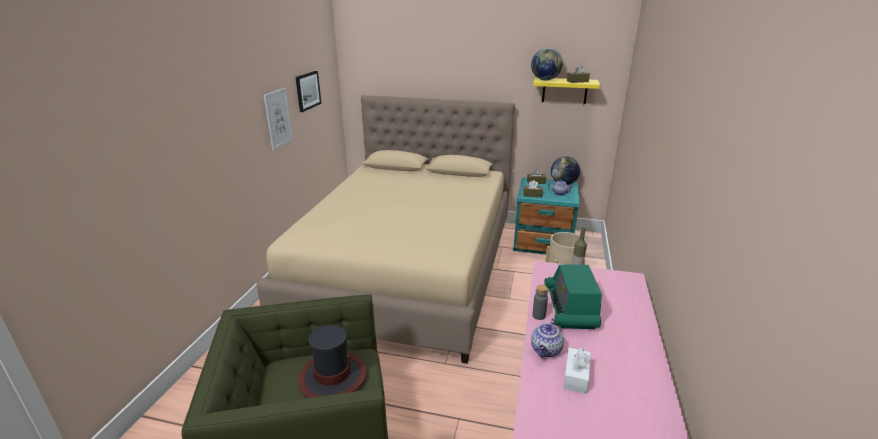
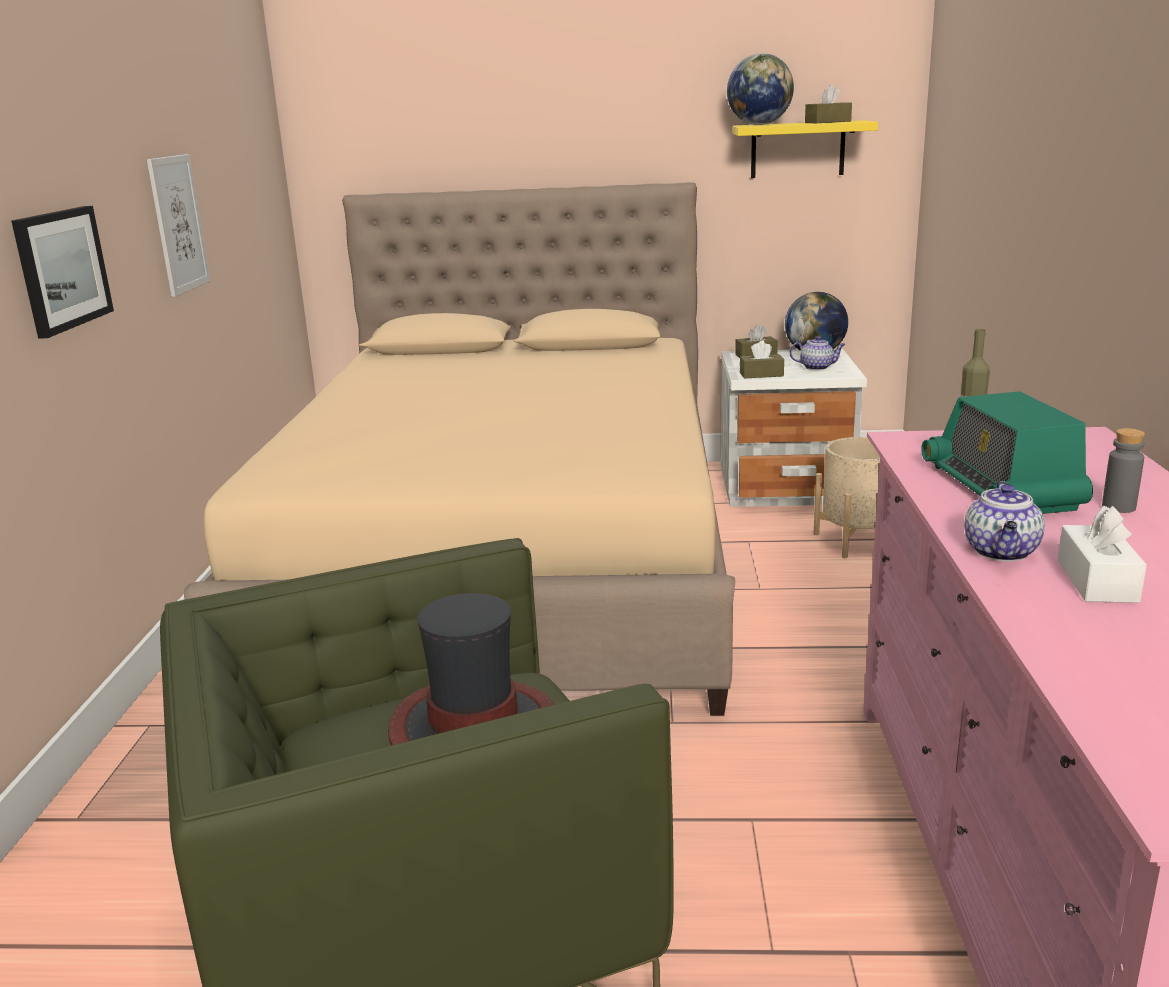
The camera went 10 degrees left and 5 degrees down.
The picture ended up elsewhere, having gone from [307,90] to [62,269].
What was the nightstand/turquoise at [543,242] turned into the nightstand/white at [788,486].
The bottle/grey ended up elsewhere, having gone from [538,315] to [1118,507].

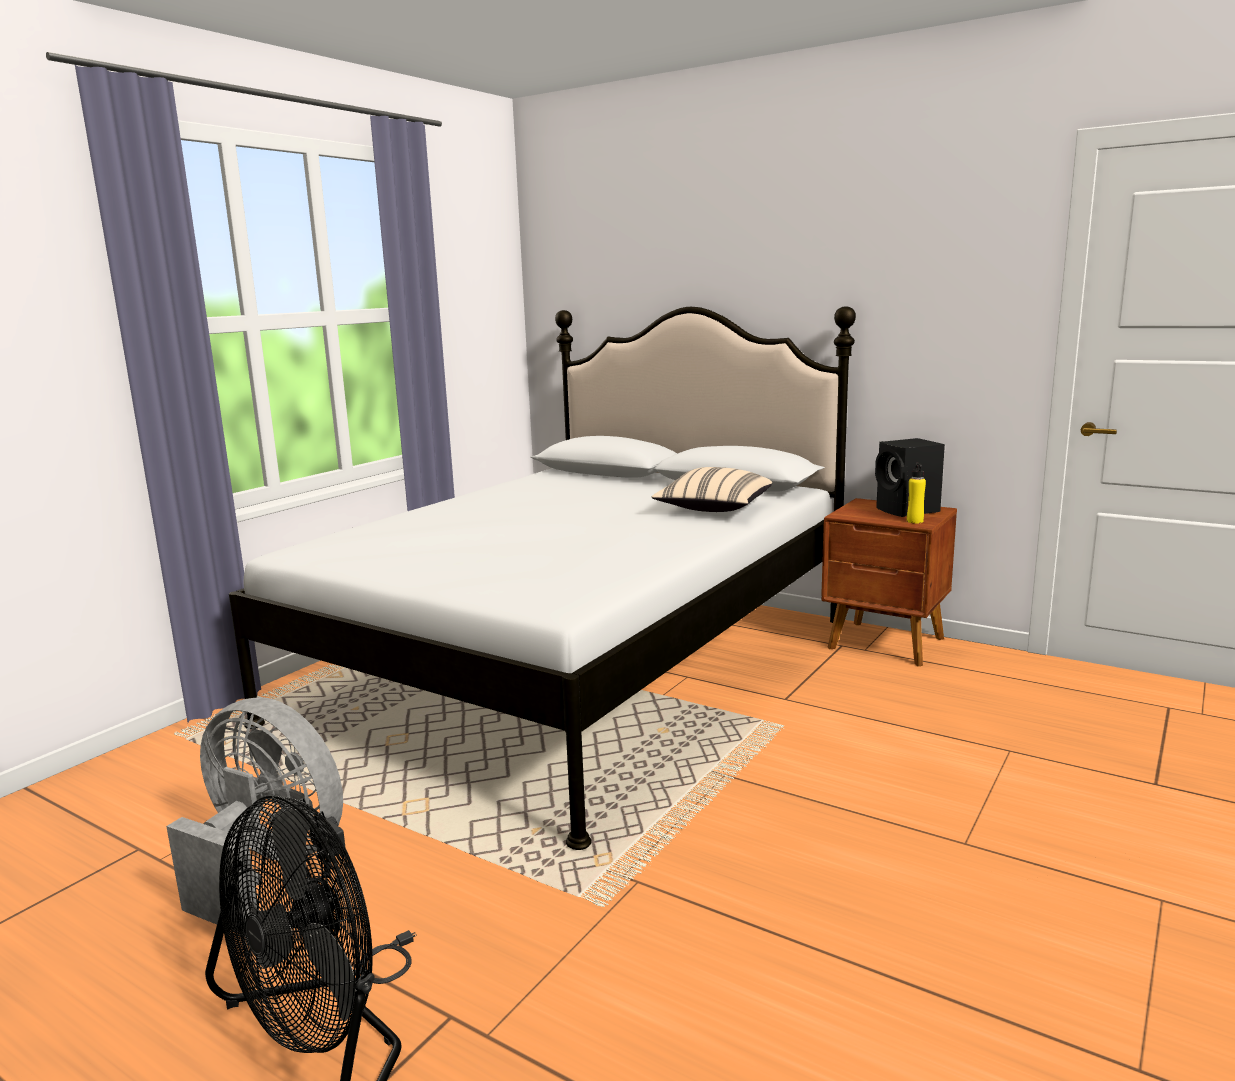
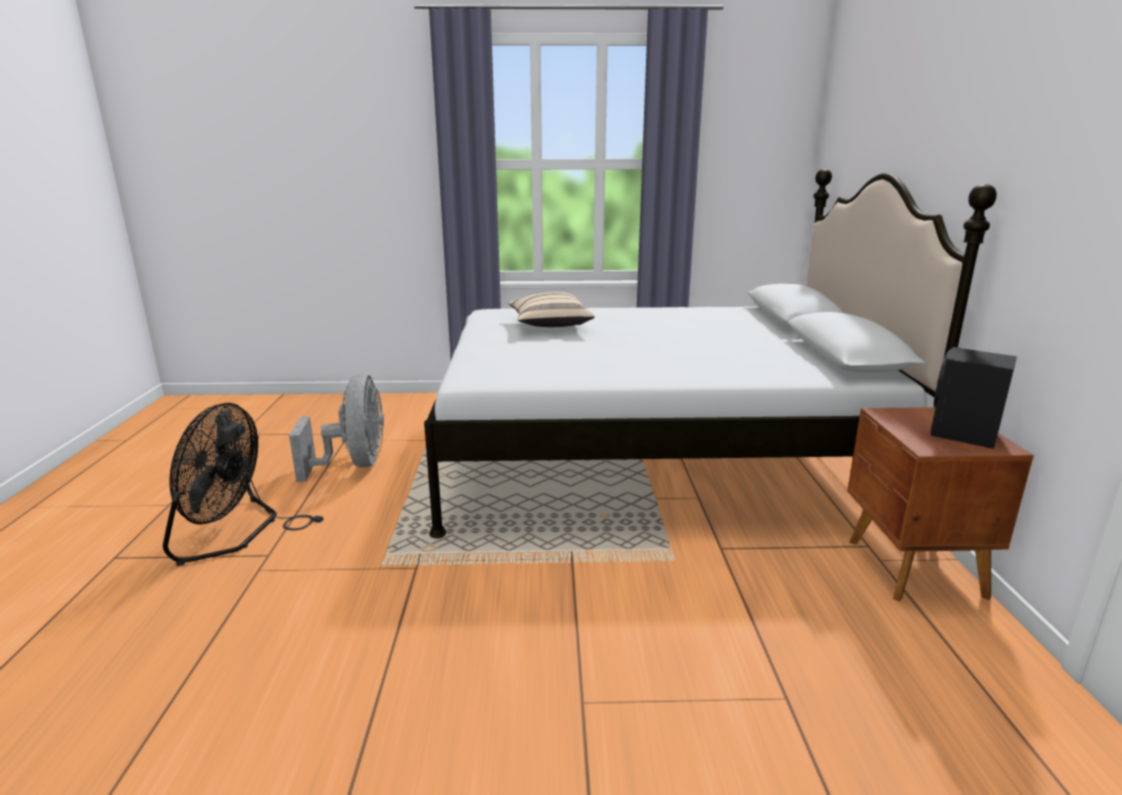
The camera went 55 degrees right and 5 degrees up.
The pillow/beige ended up elsewhere, having gone from [713,510] to [549,325].
The second view lost the bottle/yellow at [915,521].

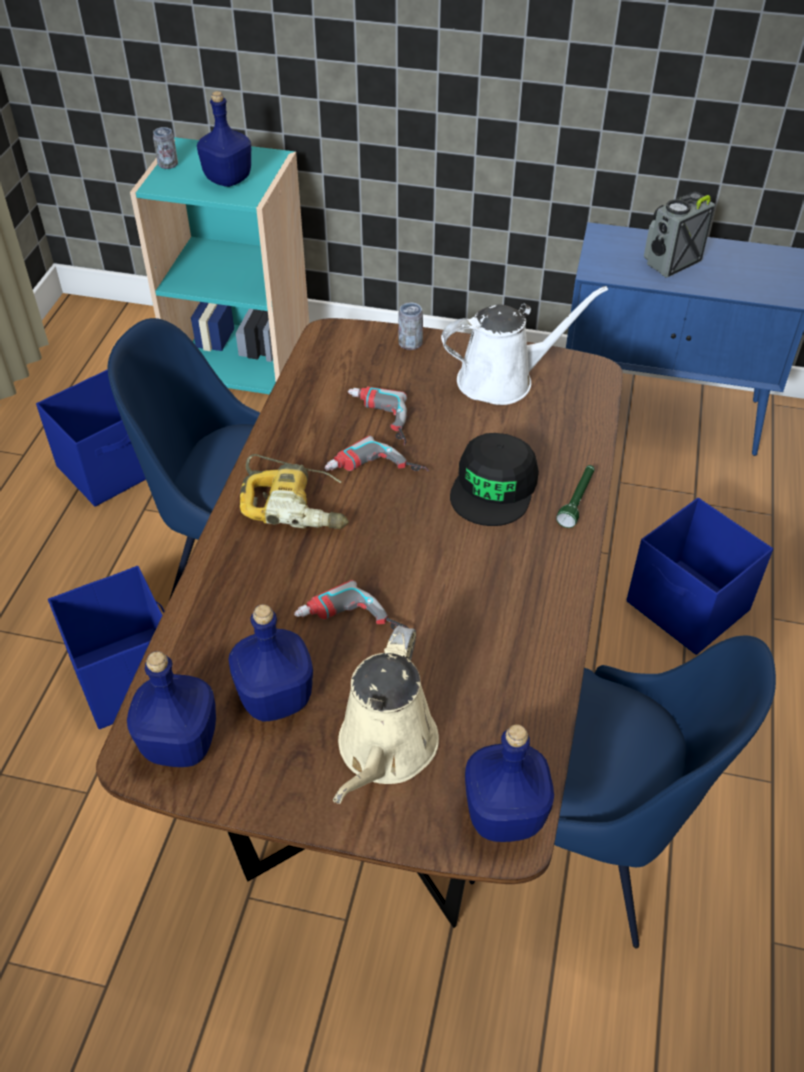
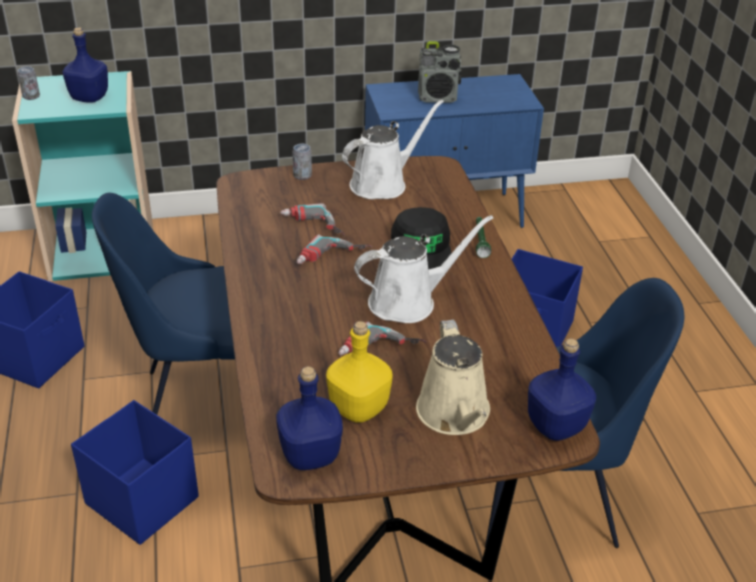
The camera went 25 degrees left and 10 degrees down.
What was the bottle/blue at [274,699] turned into the bottle/yellow at [358,409].
The second view lost the power drill at [296,503].
The radio at [671,262] ended up facing another way, 120 degrees counterclockwise from before.
The second view gained the watering can/white at [408,301].

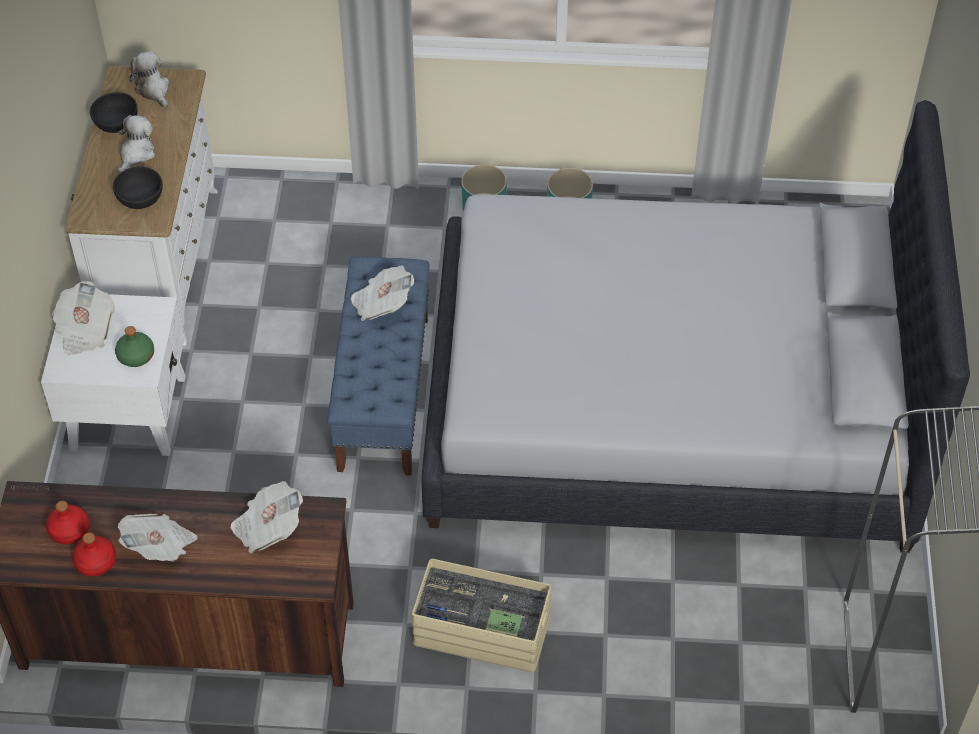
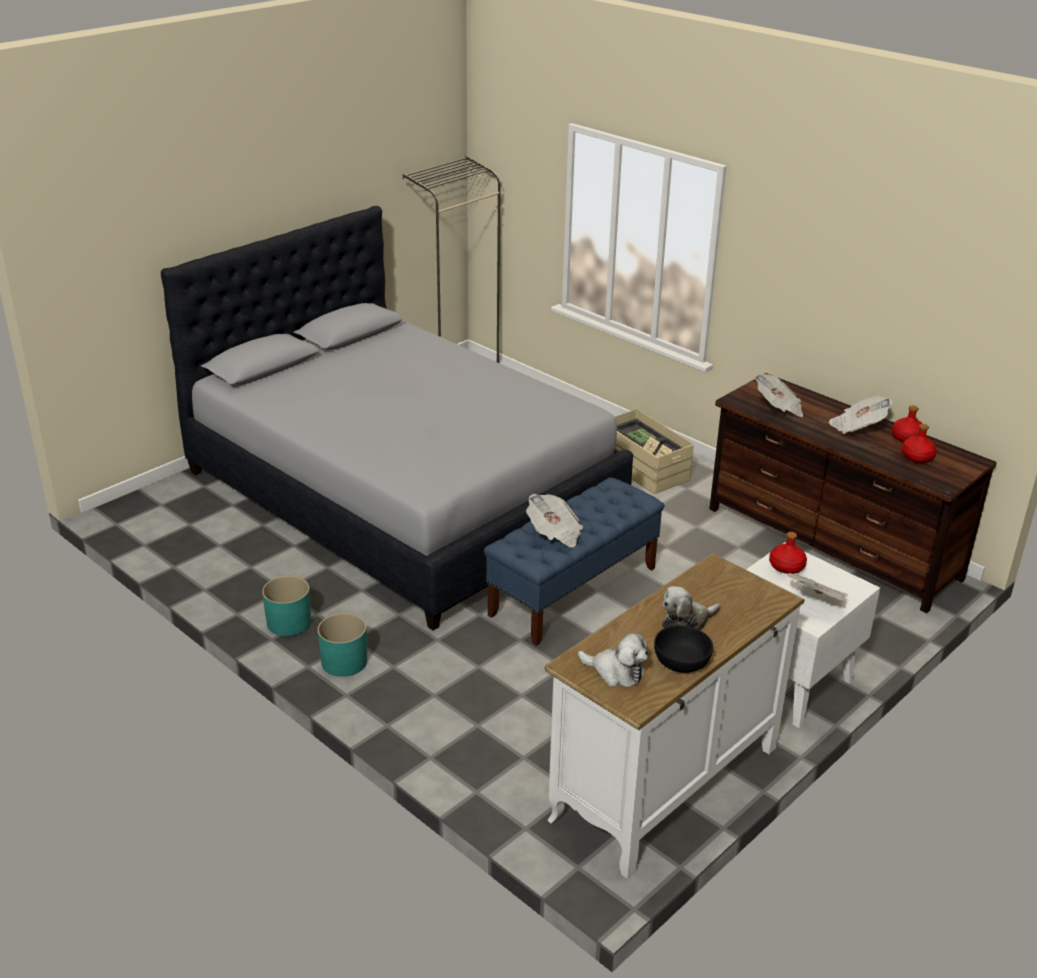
The camera went 140 degrees left and 20 degrees down.
The second view lost the bowl/black at [140,197].
What was the bottle/green at [135,355] turned into the bottle/red at [787,567].
The plush toy at [153,89] ended up facing another way, 75 degrees counterclockwise from before.

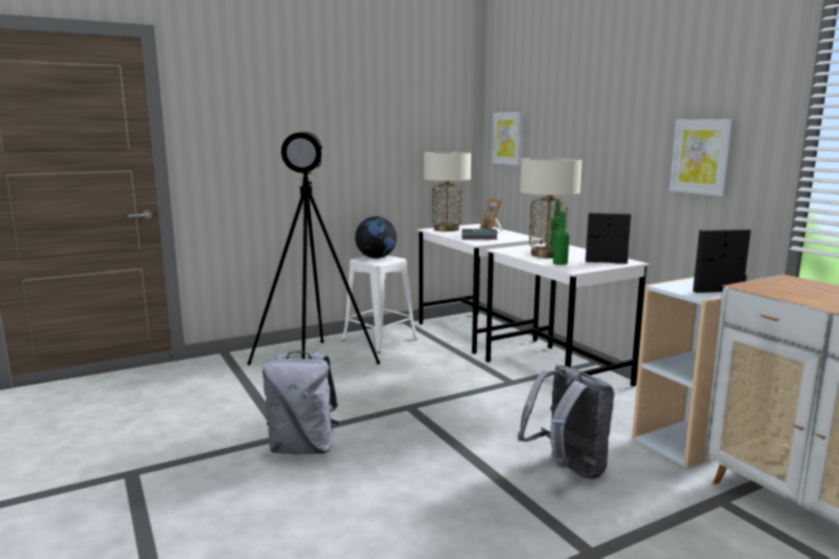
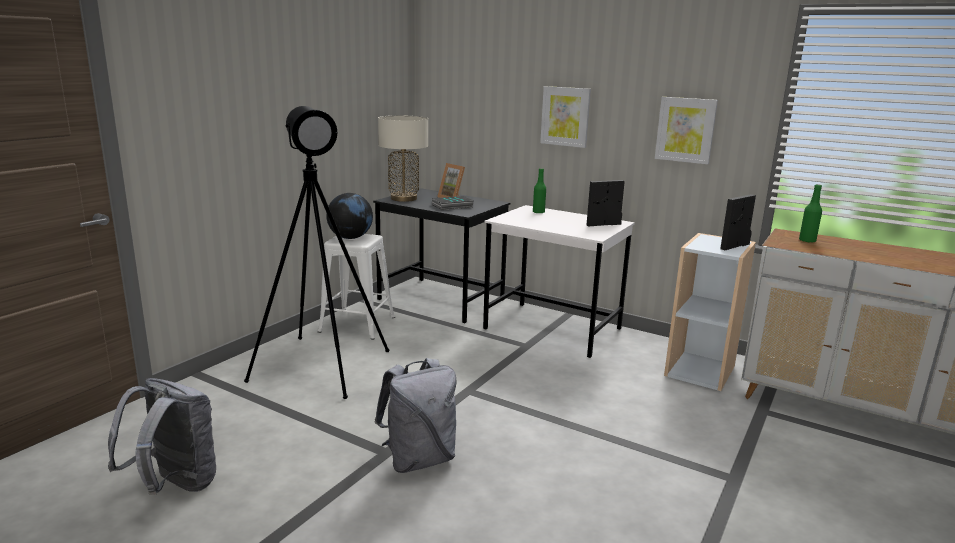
The camera went 30 degrees left and 5 degrees up.
What was the desk/white at [476,332] turned into the desk/black at [442,300].
The picture ended up elsewhere, having gone from [508,138] to [565,116].
The backpack/grey ended up elsewhere, having gone from [567,469] to [175,486].
The second view lost the table lamp at [546,254].
The bottle/green ended up elsewhere, having gone from [560,264] to [807,241].

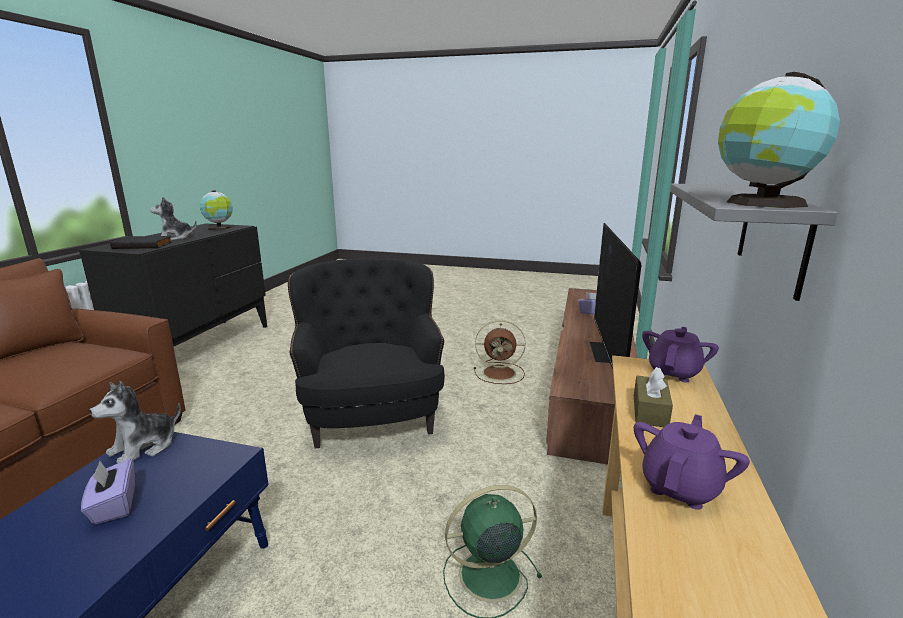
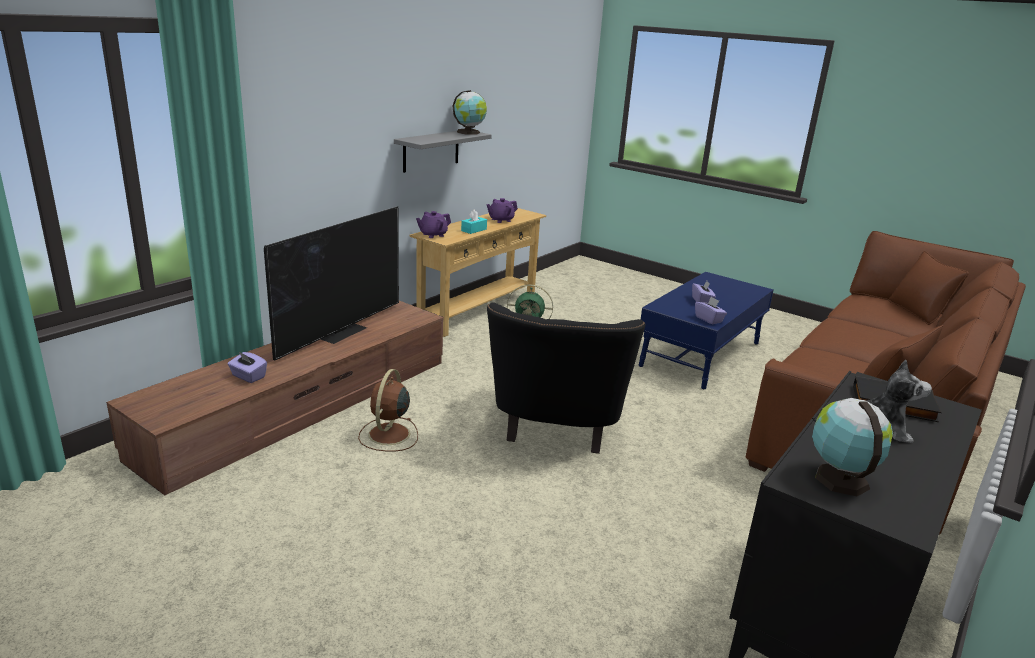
The camera went 160 degrees left and 5 degrees up.
Where the plush toy stood at [144,447], the tissue box/purple came to stand at [709,319].
The fan/brown at [500,373] ended up facing another way, 105 degrees counterclockwise from before.
What was the tissue box/brown at [650,411] turned into the tissue box/turquoise at [474,230].

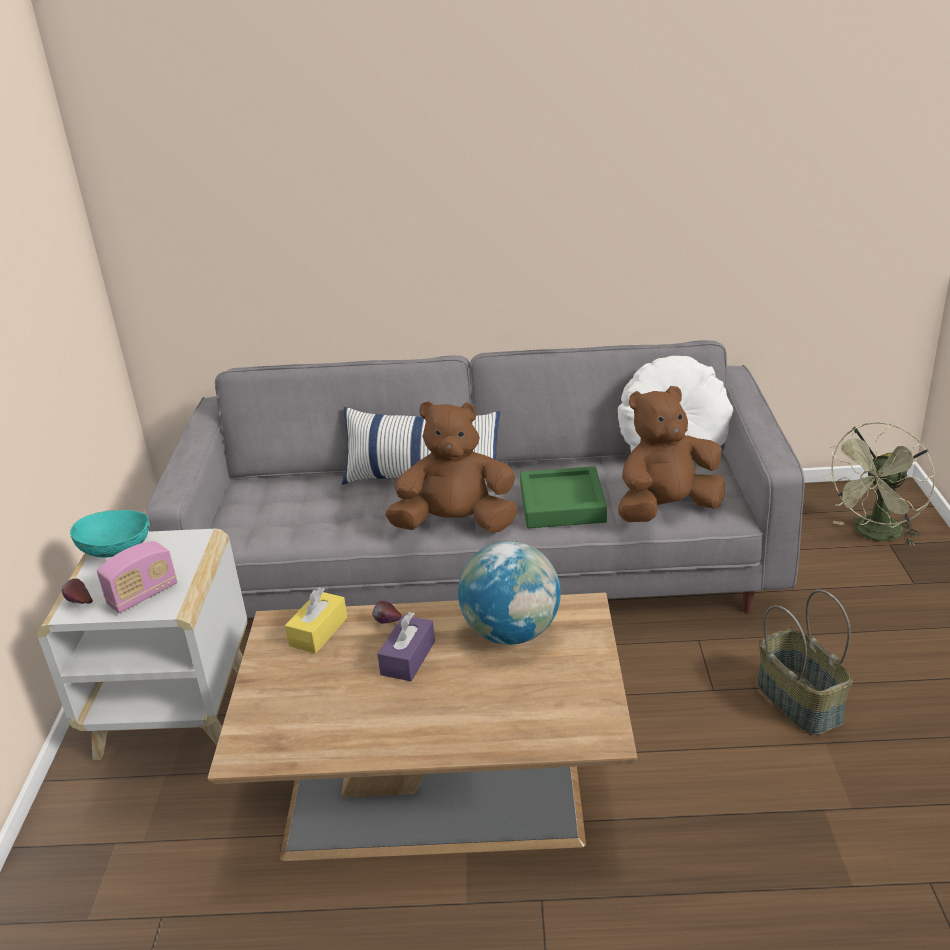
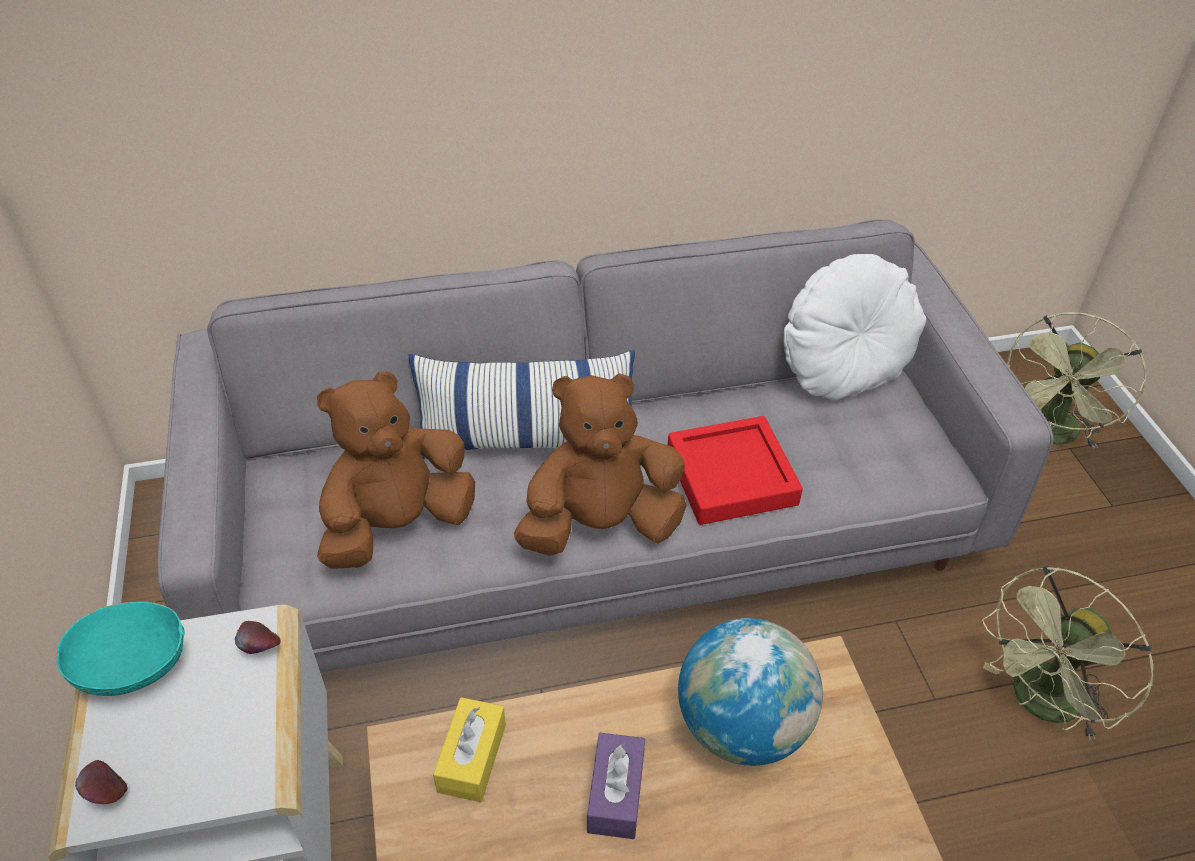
The camera went 15 degrees left and 15 degrees up.
The second view lost the radio at [143,595].
The apple ended up elsewhere, having gone from [388,624] to [261,649].
What was the tray/green at [562,504] turned into the tray/red at [731,477].
The plush toy/brown ended up elsewhere, having gone from [667,510] to [398,525].
Where the basket stood at [801,702], the fan/green came to stand at [1040,704].

